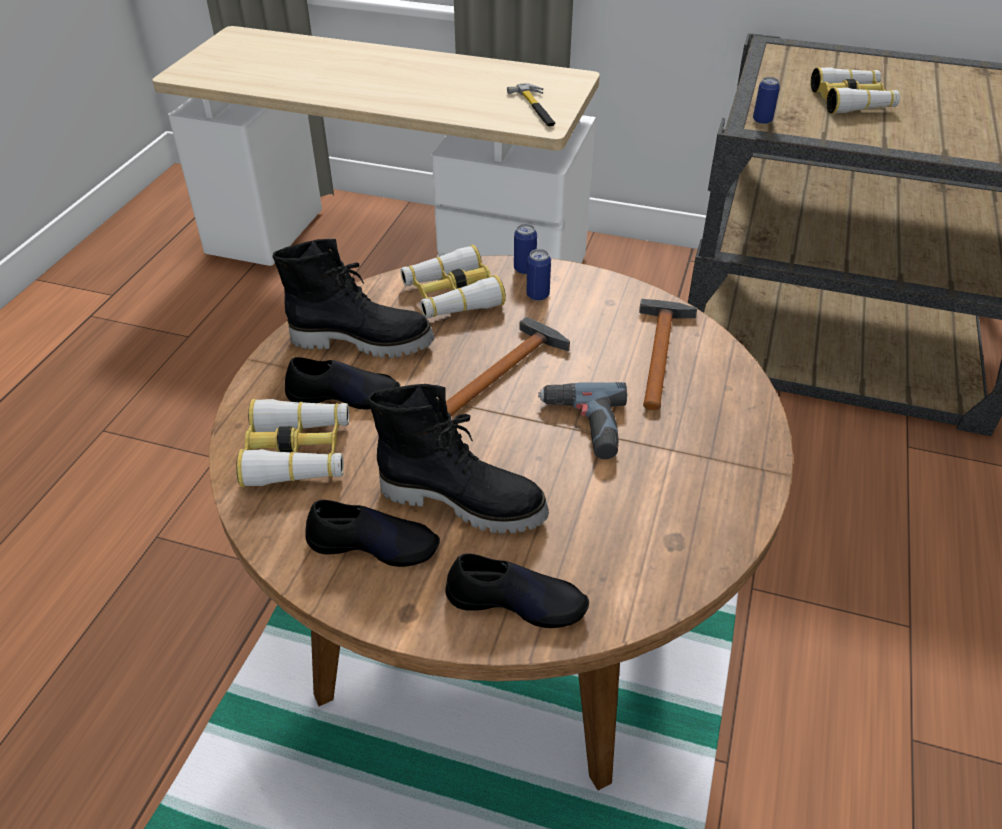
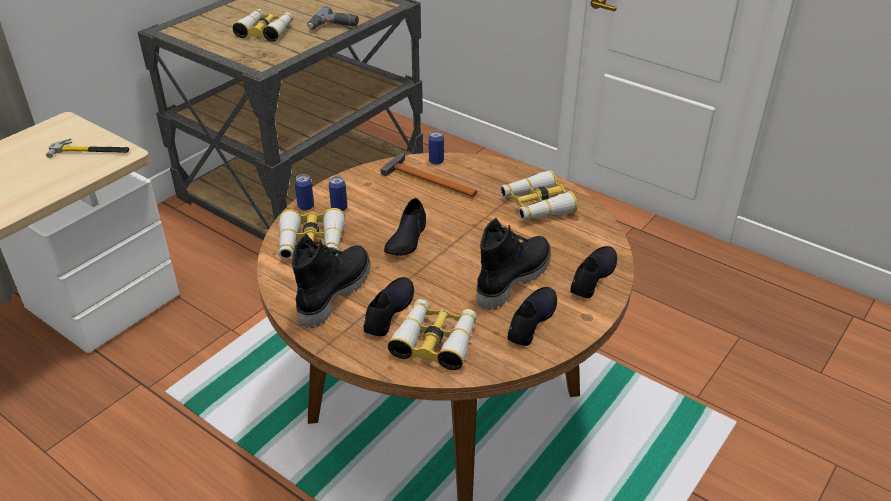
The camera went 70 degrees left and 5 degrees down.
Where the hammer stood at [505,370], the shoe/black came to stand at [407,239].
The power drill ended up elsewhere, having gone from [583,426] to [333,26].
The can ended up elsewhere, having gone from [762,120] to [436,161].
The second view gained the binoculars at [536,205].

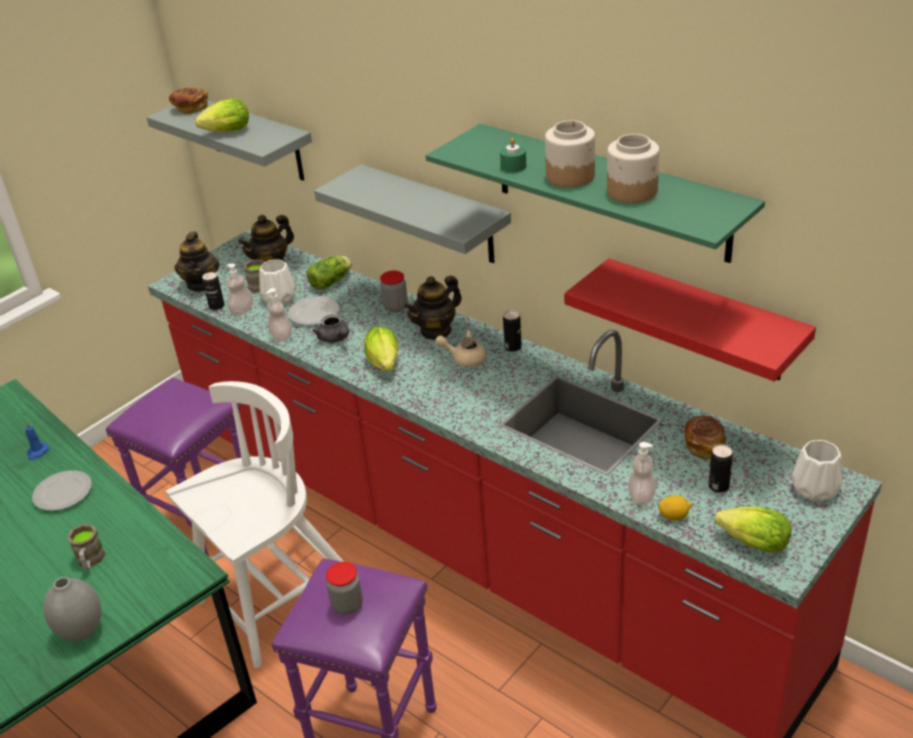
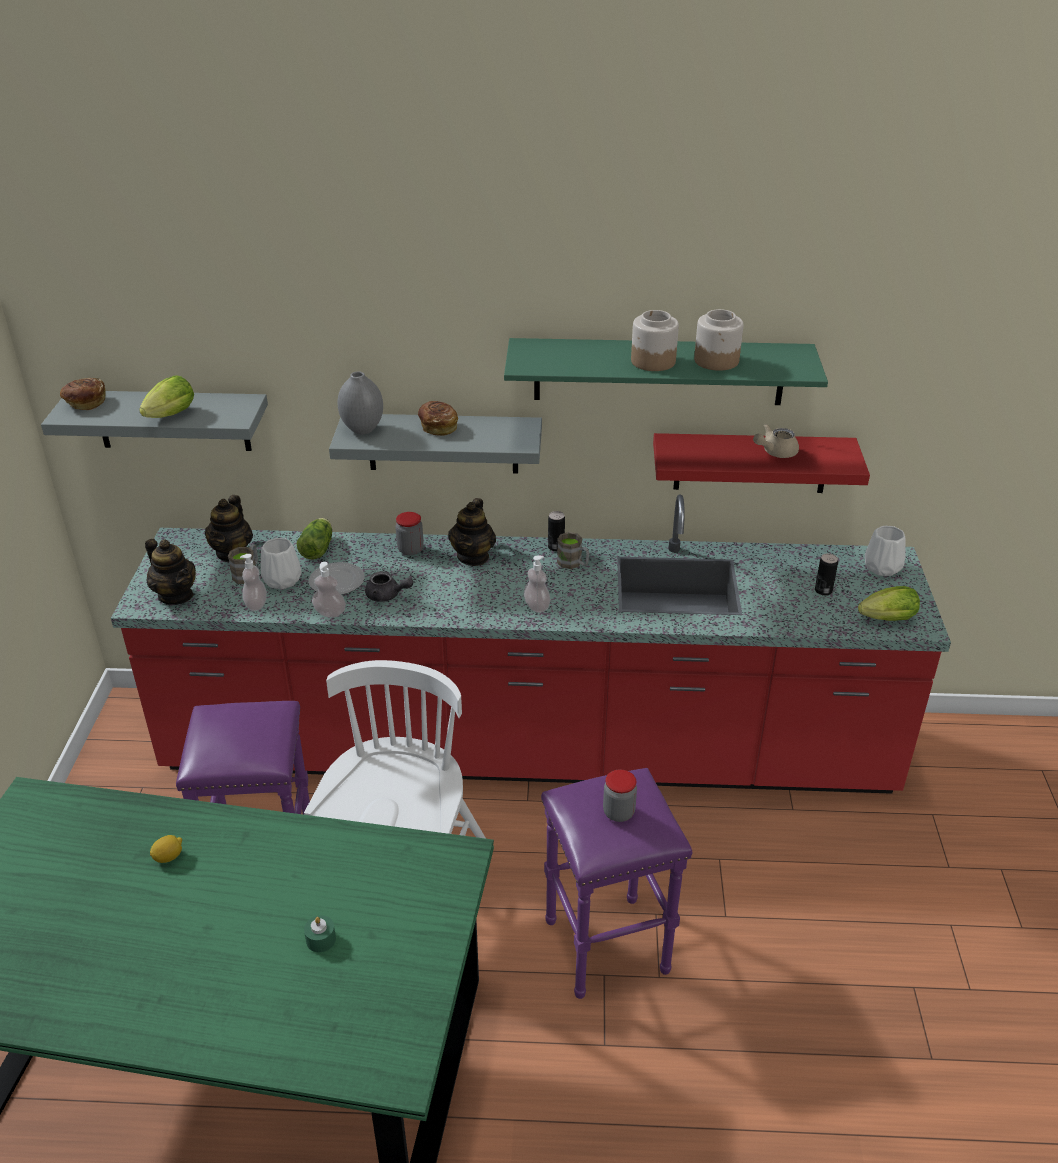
The camera went 40 degrees left and 0 degrees up.
The second view lost the candle/blue at [37,452].
The second view lost the plate at [64,493].
The vase/grey ended up elsewhere, having gone from [82,631] to [363,429].
The mug/brown ended up elsewhere, having gone from [90,561] to [573,564].
The second view lost the can at [217,306].
The second view lost the lettuce at [385,365].
The teapot/beige ended up elsewhere, having gone from [464,358] to [775,452].
The candle/green ended up elsewhere, having gone from [513,166] to [321,939].
The soap dispenser ended up elsewhere, having gone from [641,497] to [536,606].
The lemon ended up elsewhere, having gone from [674,516] to [169,857].
The bread ended up elsewhere, having gone from [704,445] to [438,427].

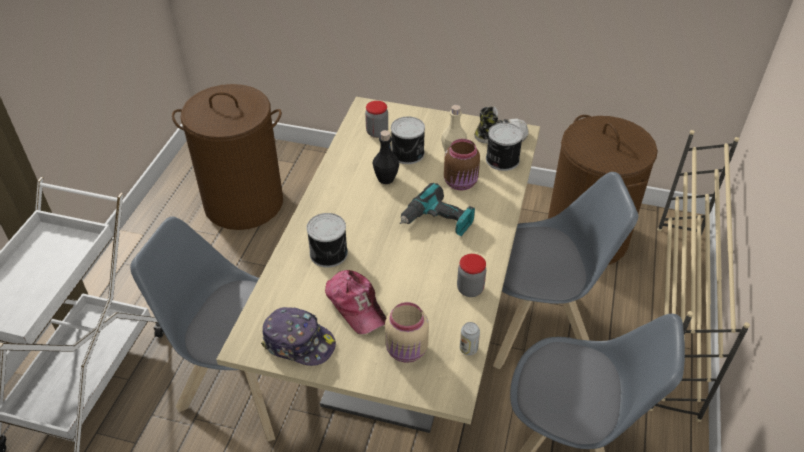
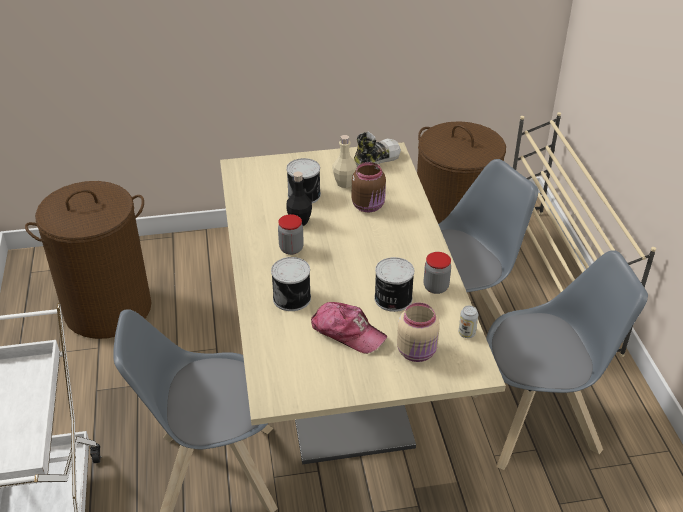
The camera went 25 degrees left and 5 degrees down.
The second view lost the cap at [299,343].
The jar ended up elsewhere, having gone from [377,132] to [291,248].
The second view lost the power drill at [437,221].
The can ended up elsewhere, having gone from [501,160] to [392,299].

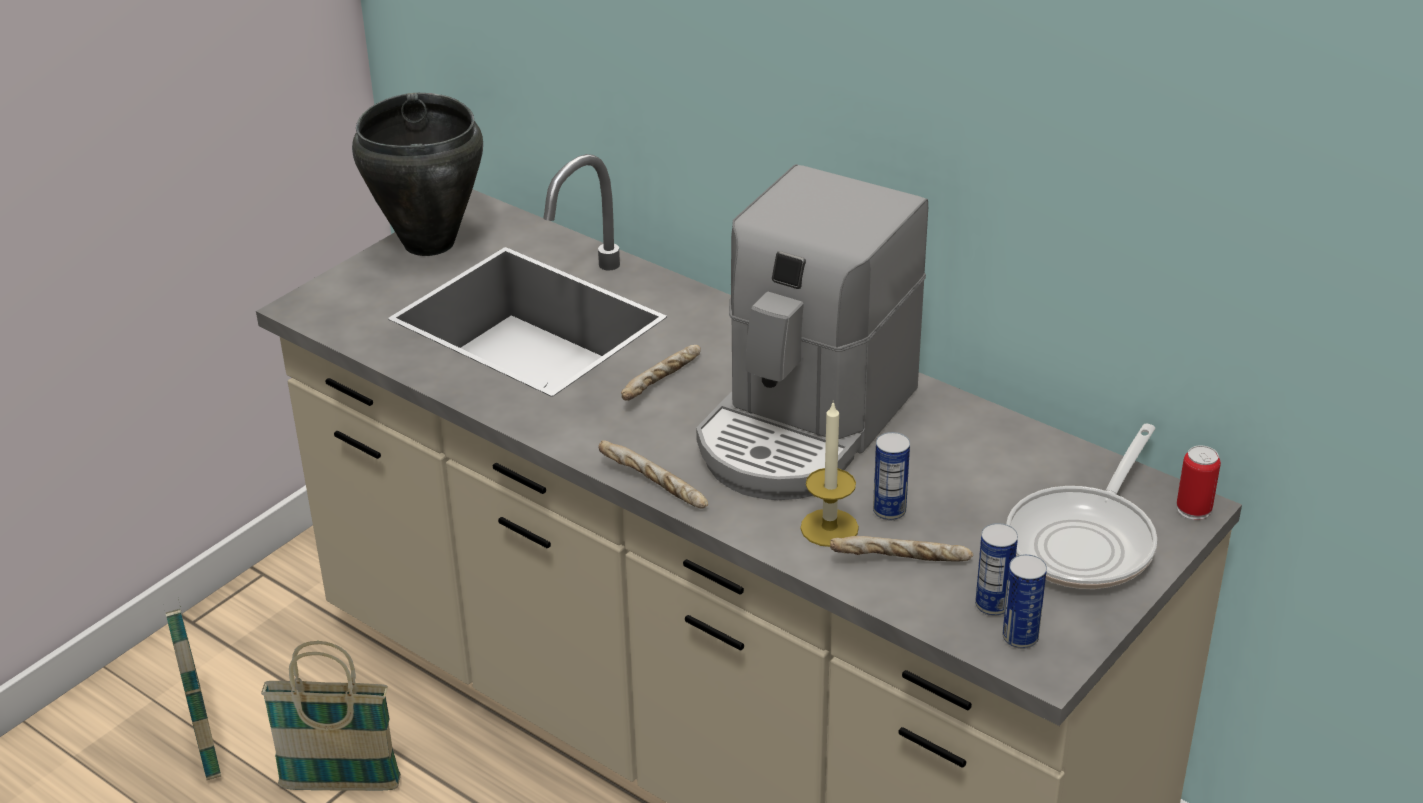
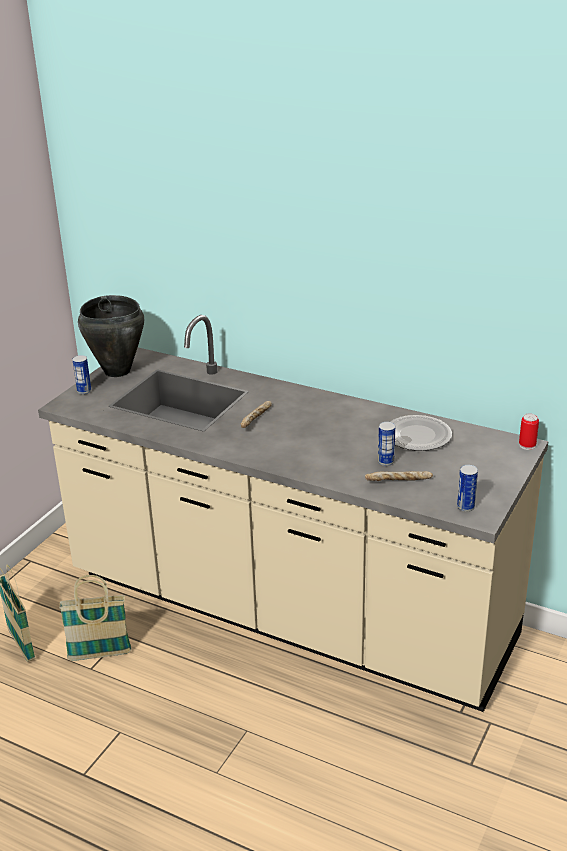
The camera went 10 degrees left and 5 degrees down.
The second view lost the bread at [652,486].
The second view lost the coffee machine at [804,426].
The second view lost the candle at [829,528].
The can ended up elsewhere, having gone from [992,605] to [84,391].
The second view lost the frying pan at [1086,540].
The second view gained the plate at [418,435].

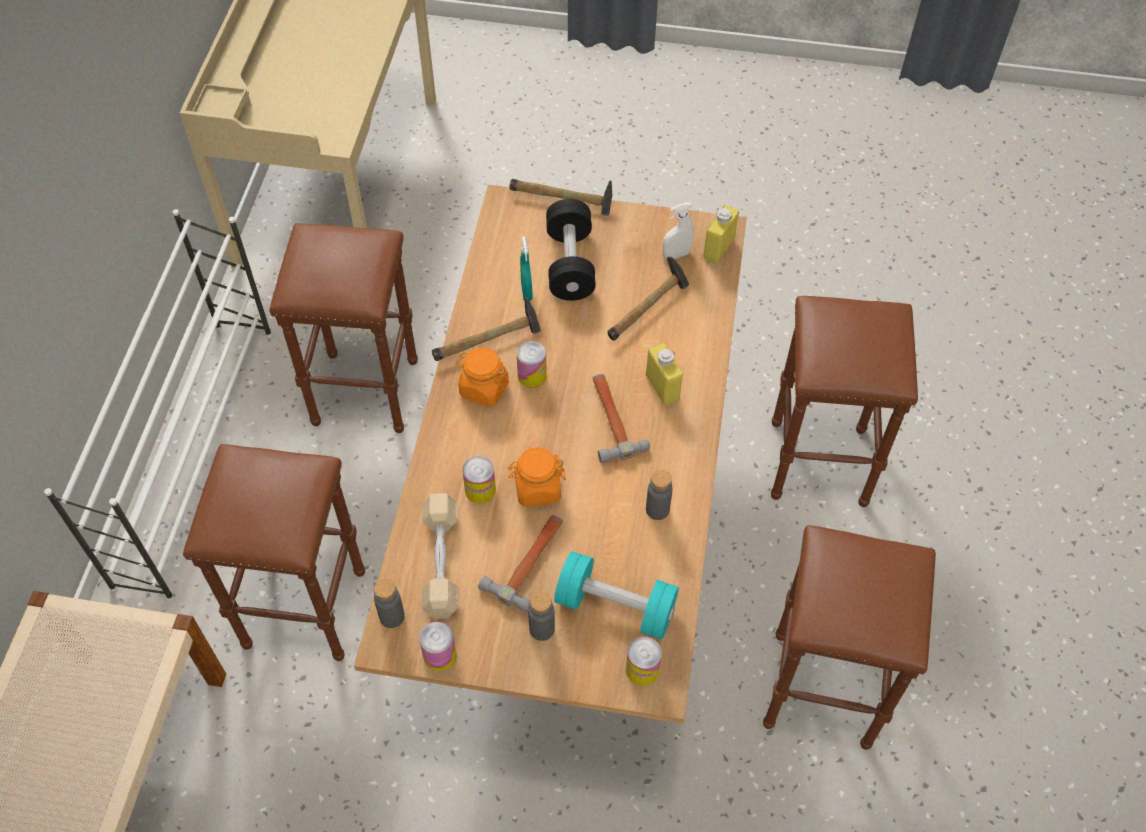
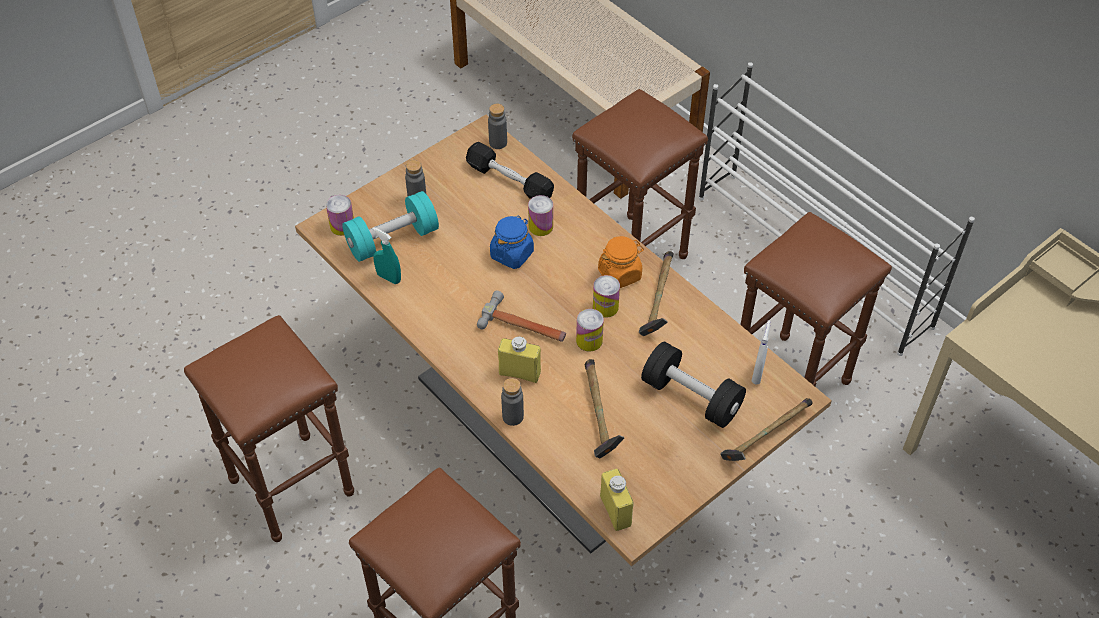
The camera went 130 degrees right and 5 degrees down.
The can ended up elsewhere, having gone from [439,655] to [589,340].
What was the dumbbell/beige at [441,562] turned into the dumbbell/black at [510,181].
The second view lost the hammer at [529,561].
What was the jar/orange at [537,488] turned into the jar/blue at [512,254].
The spray bottle/turquoise ended up elsewhere, having gone from [526,291] to [389,278].
The bottle/grey ended up elsewhere, having gone from [657,509] to [513,416].
The spray bottle/white ended up elsewhere, having gone from [676,255] to [757,374].

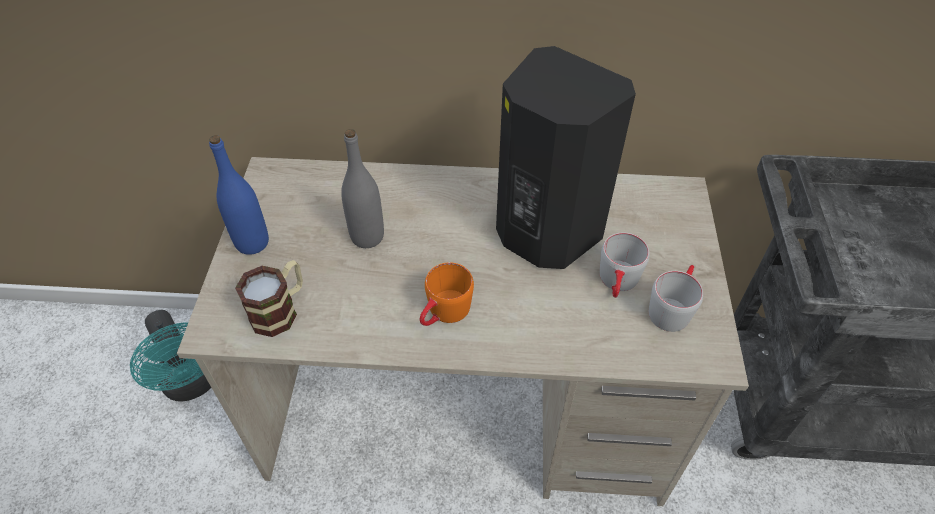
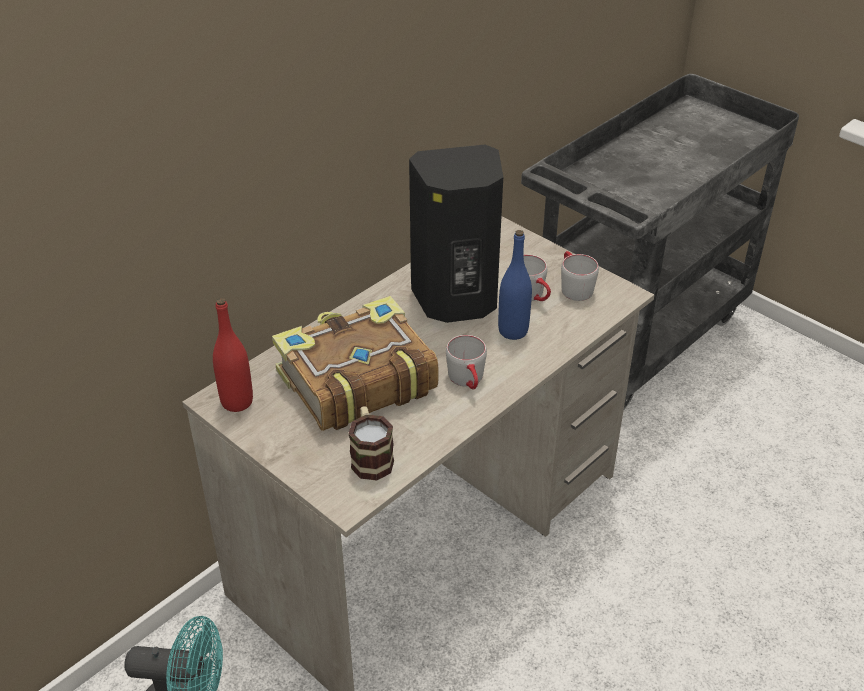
The camera went 50 degrees left and 10 degrees down.
The bottle/blue ended up elsewhere, having gone from [252,243] to [513,331].
Where the bottle/grey stood at [367,237], the book came to stand at [354,381].
What was the mug/orange at [444,314] turned into the mug/grey at [468,381].
The second view gained the bottle/red at [237,402].

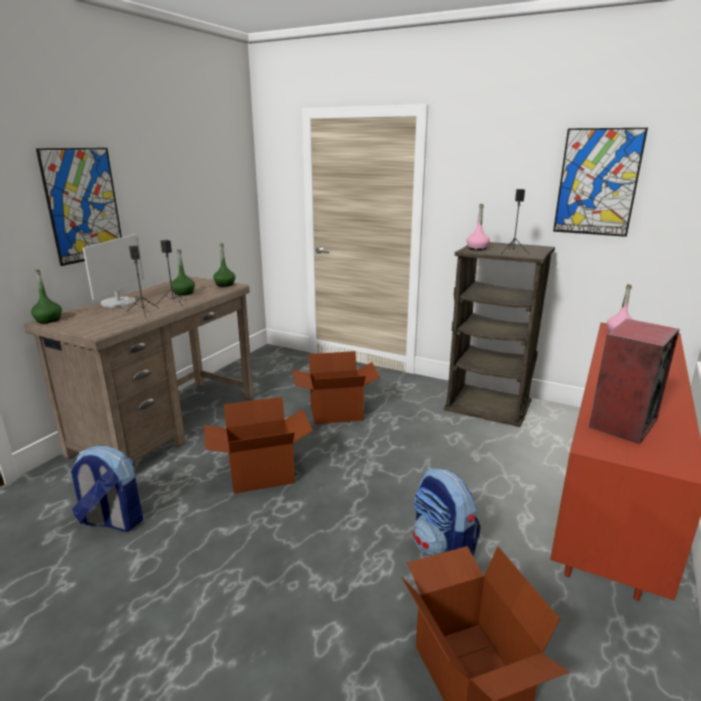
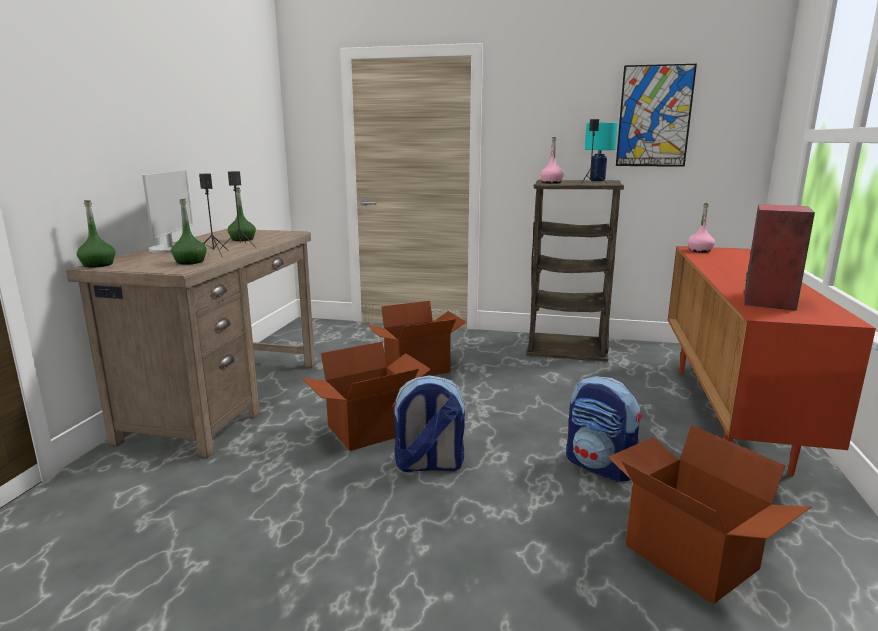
The camera went 15 degrees left and 5 degrees down.
The second view lost the picture at [83,205].
The backpack ended up elsewhere, having gone from [112,521] to [428,465].
The bottle/green ended up elsewhere, having gone from [225,285] to [190,262].
The second view gained the table lamp/turquoise at [598,180].

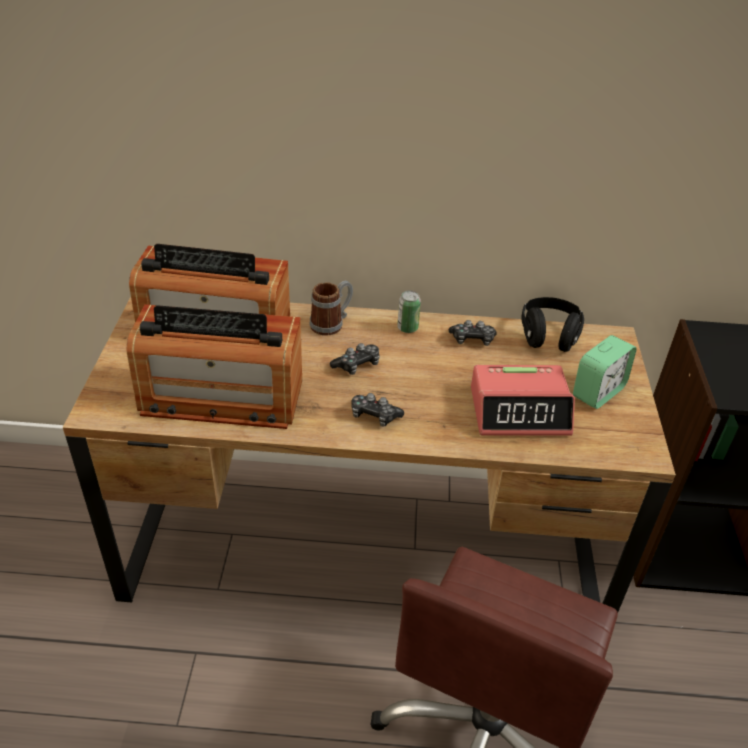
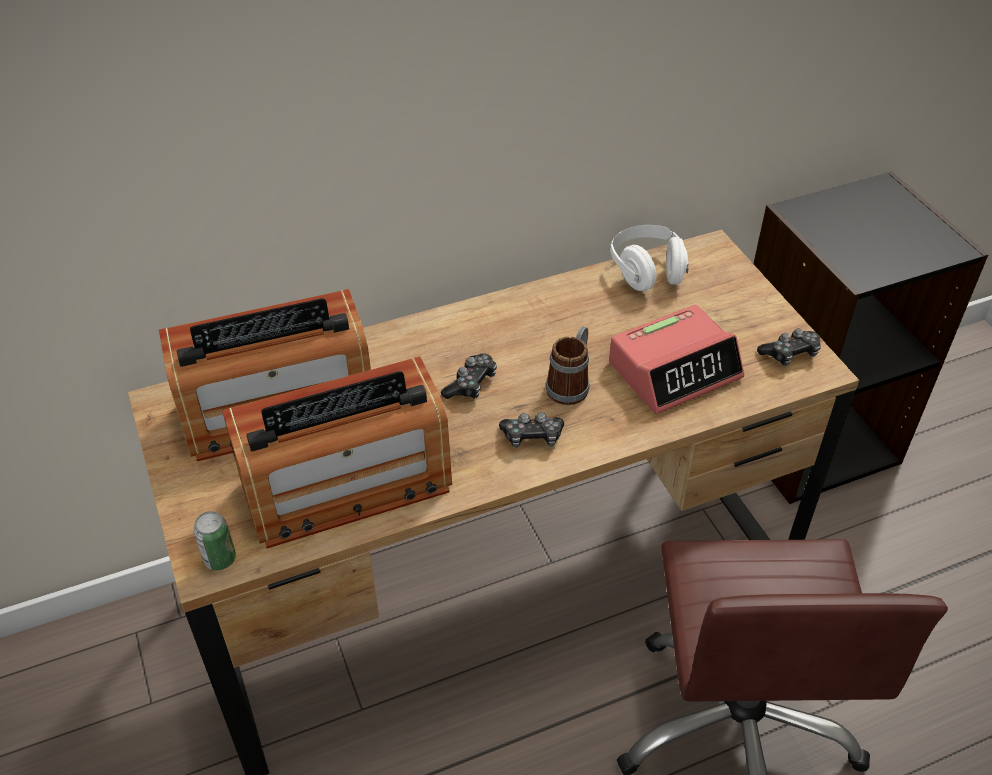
The camera went 25 degrees left and 5 degrees up.
The mug ended up elsewhere, having gone from [332,323] to [570,384].
The can ended up elsewhere, having gone from [407,328] to [220,559].
The game controller ended up elsewhere, having gone from [472,339] to [790,354].
What was the headphones/black at [548,336] turned into the headphones/white at [647,272].
The second view lost the alarm clock at [598,392].

